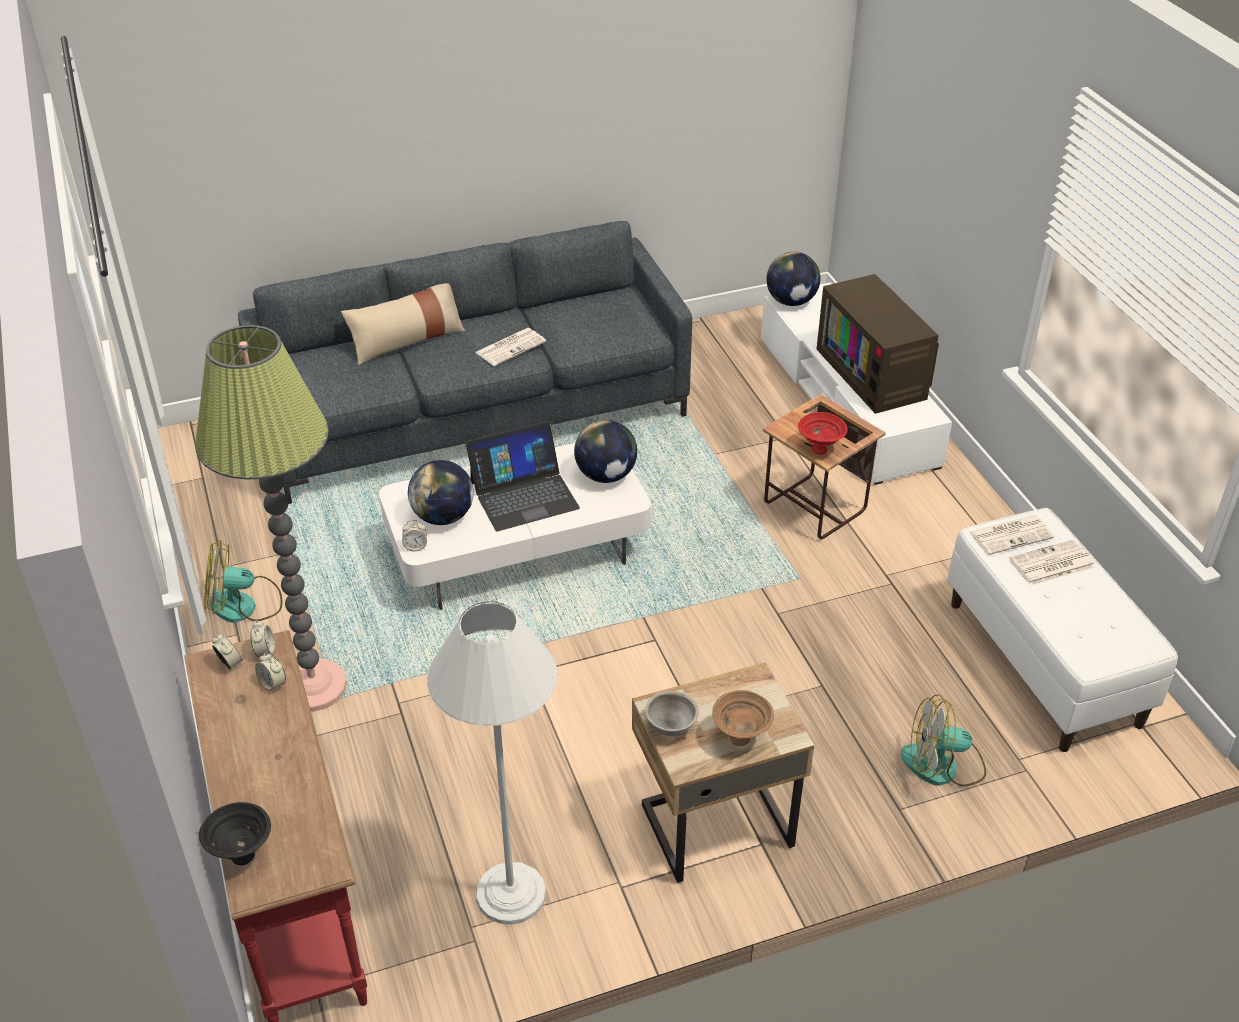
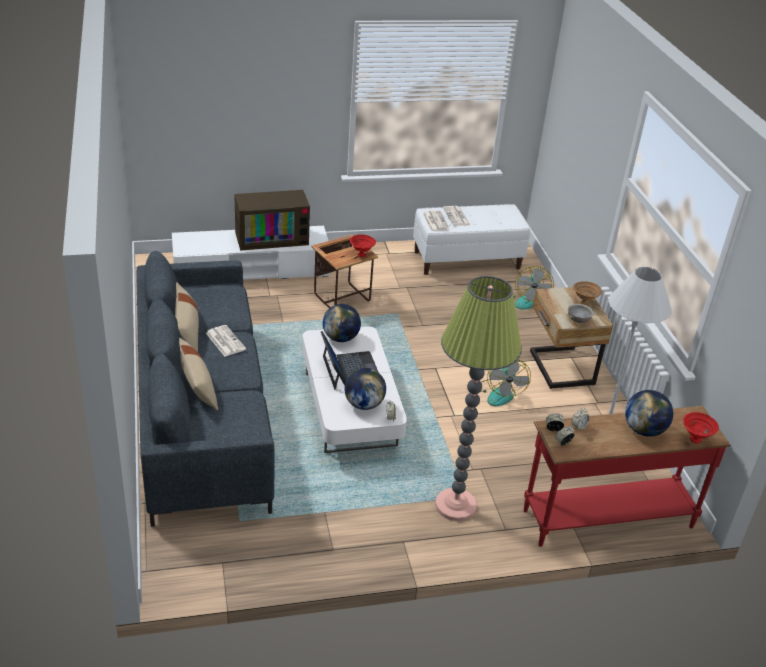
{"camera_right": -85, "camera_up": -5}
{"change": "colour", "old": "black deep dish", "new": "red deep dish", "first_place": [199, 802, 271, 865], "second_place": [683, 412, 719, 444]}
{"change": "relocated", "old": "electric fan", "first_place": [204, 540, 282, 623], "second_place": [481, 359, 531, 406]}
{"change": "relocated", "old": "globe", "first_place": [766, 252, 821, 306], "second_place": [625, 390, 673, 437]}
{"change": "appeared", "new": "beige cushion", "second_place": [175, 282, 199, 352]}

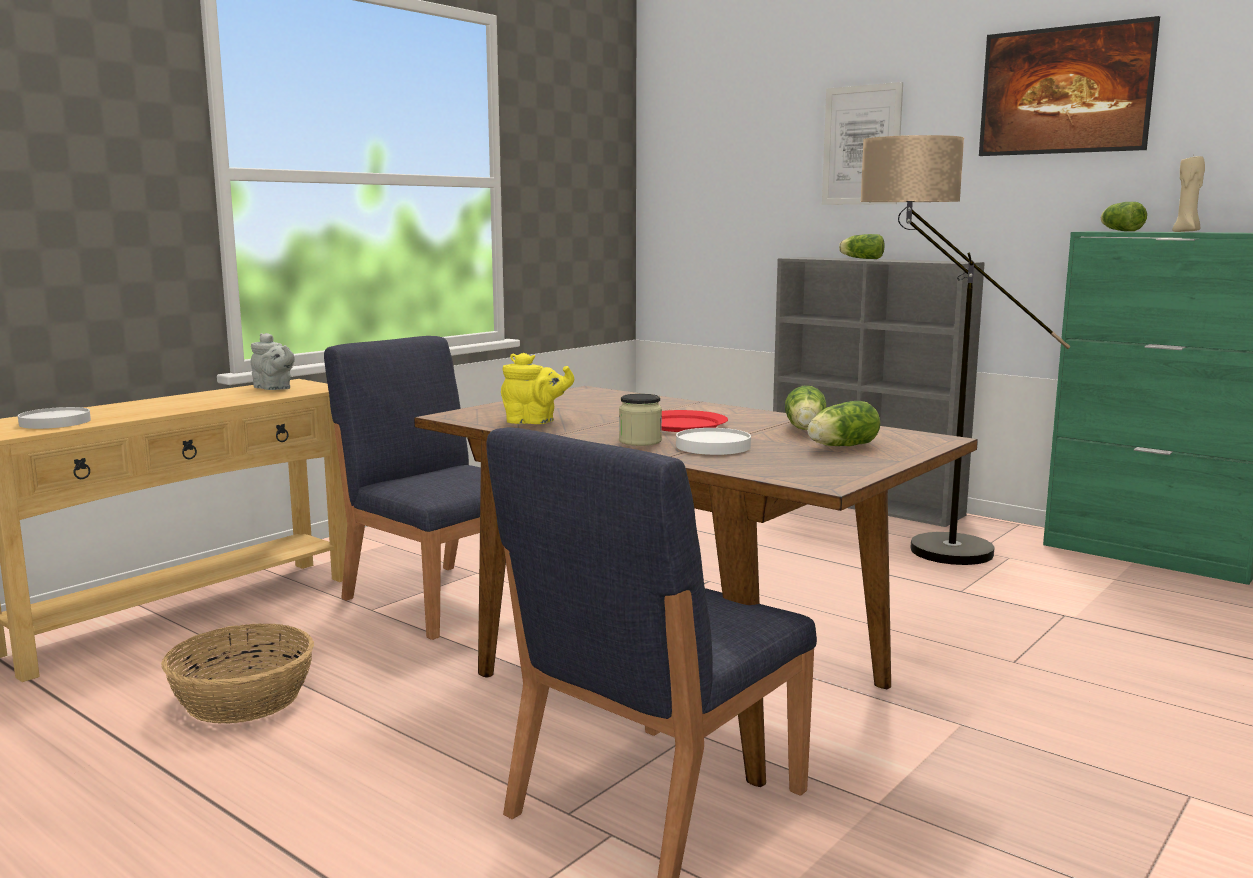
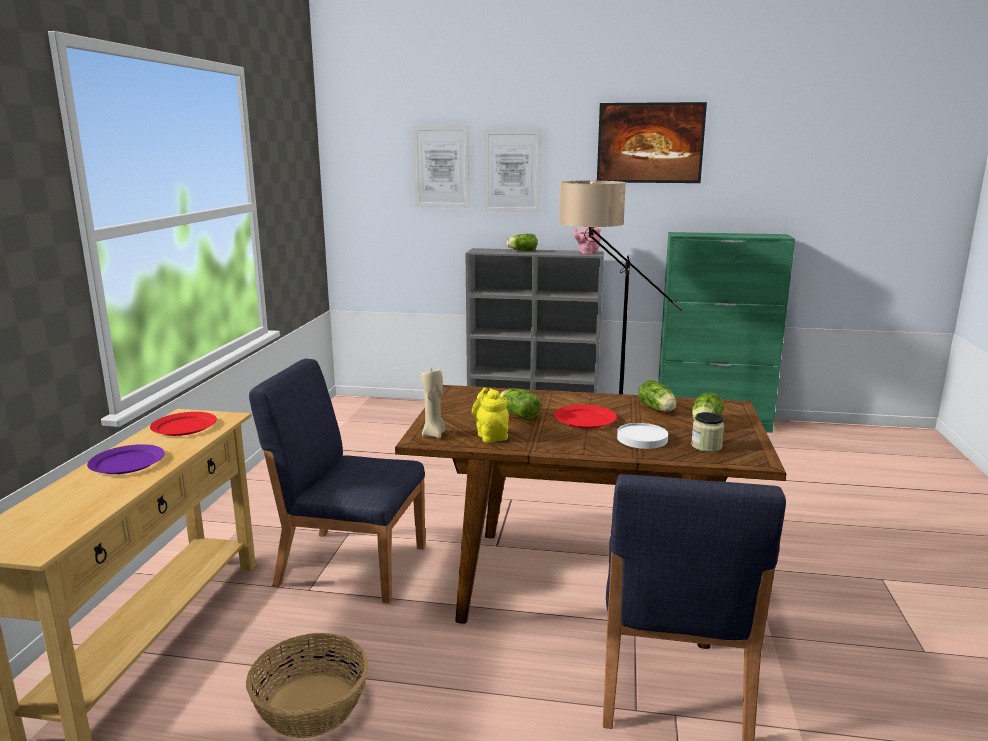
{"camera_right": -30, "camera_up": 5}
{"change": "missing", "old": "white-coloured flat dish", "first_place": [18, 407, 91, 429]}
{"change": "exchanged", "old": "greyish tea pot", "new": "red flat dish", "first_place": [251, 333, 295, 390], "second_place": [150, 412, 217, 436]}
{"change": "spun", "old": "yellow-coloured tea pot", "first_place": [501, 353, 574, 424], "second_place": [472, 387, 509, 442], "degrees": -90}
{"change": "relocated", "old": "jar", "first_place": [619, 394, 662, 446], "second_place": [691, 412, 724, 452]}
{"change": "relocated", "old": "head of lettuce", "first_place": [1101, 202, 1147, 231], "second_place": [500, 388, 541, 420]}
{"change": "relocated", "old": "beige candle", "first_place": [1172, 156, 1205, 232], "second_place": [421, 369, 446, 438]}
{"change": "appeared", "new": "purple-coloured flat dish", "second_place": [87, 444, 165, 474]}
{"change": "appeared", "new": "picture", "second_place": [413, 126, 470, 208]}
{"change": "appeared", "new": "pink-coloured tea pot", "second_place": [573, 227, 601, 255]}

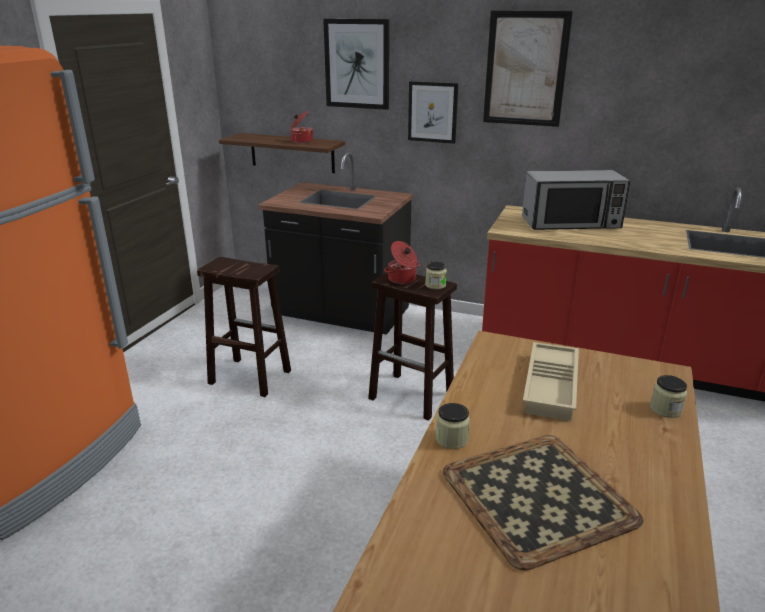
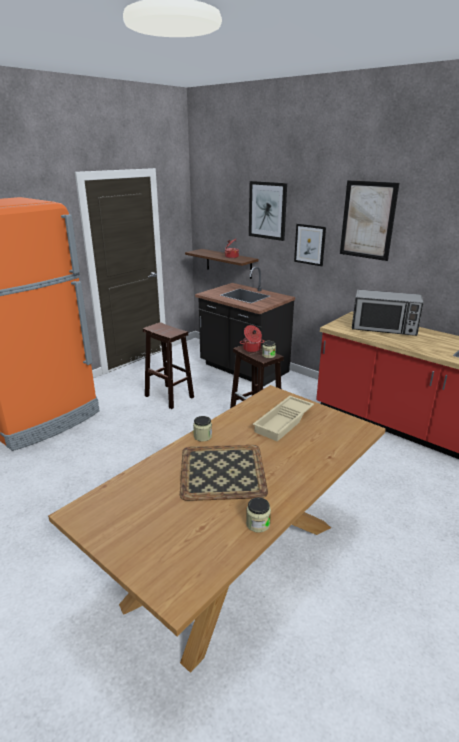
{"camera_right": 20, "camera_up": 0}
{"change": "relocated", "old": "jar", "first_place": [650, 375, 687, 418], "second_place": [246, 497, 271, 533]}

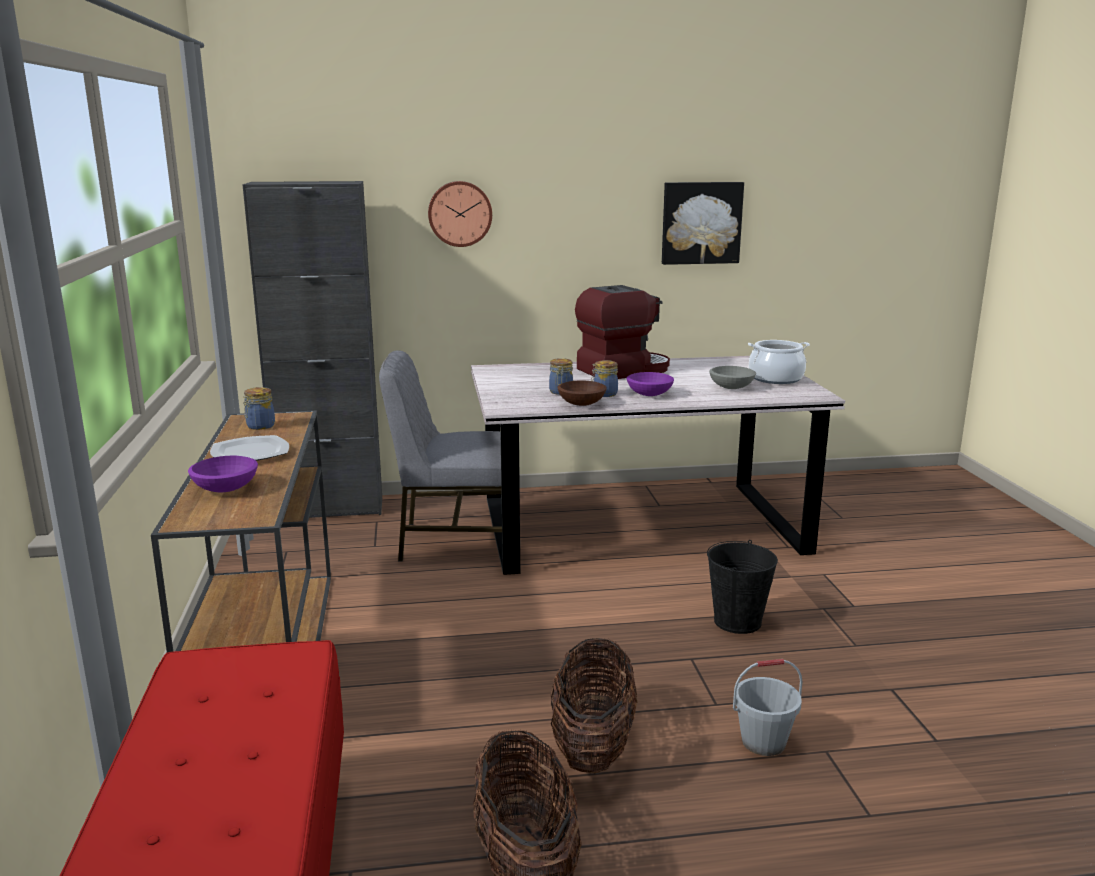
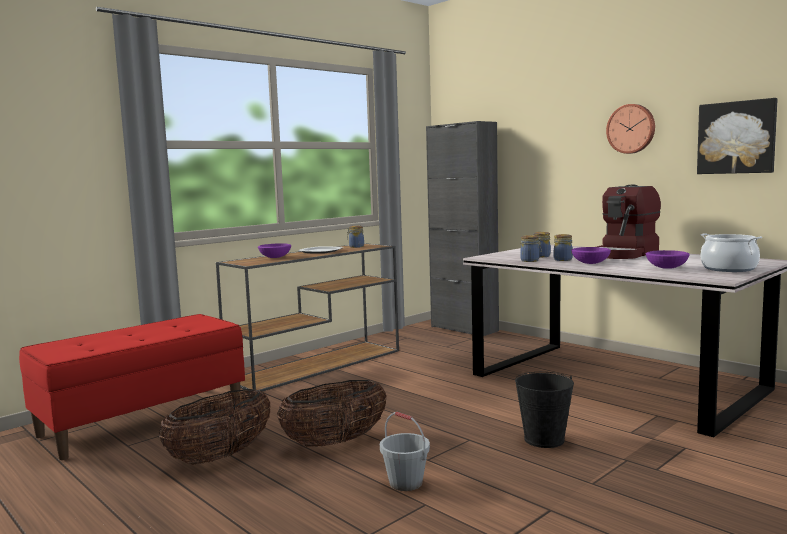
{"camera_right": 55, "camera_up": -10}
{"change": "missing", "old": "greyish chair", "first_place": [379, 350, 502, 562]}
{"change": "relocated", "old": "wall clock", "first_place": [428, 181, 492, 247], "second_place": [606, 104, 655, 154]}
{"change": "exchanged", "old": "brown deep dish", "new": "jar", "first_place": [558, 381, 607, 406], "second_place": [520, 235, 542, 262]}
{"change": "spun", "old": "coffee machine", "first_place": [575, 285, 670, 379], "second_place": [597, 185, 661, 259], "degrees": 105}
{"change": "colour", "old": "greyish deep dish", "new": "purple-coloured deep dish", "first_place": [709, 366, 756, 389], "second_place": [646, 250, 690, 269]}

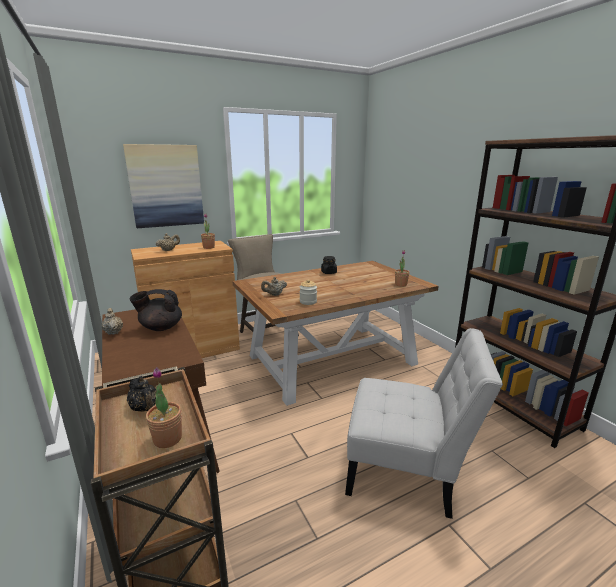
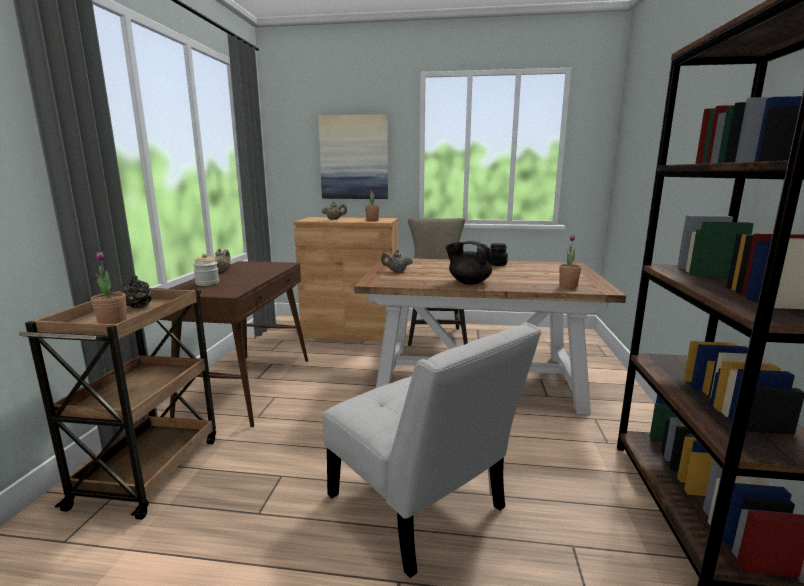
{"camera_right": 35, "camera_up": -5}
{"change": "relocated", "old": "black tea pot", "first_place": [130, 289, 182, 331], "second_place": [445, 241, 492, 285]}
{"change": "relocated", "old": "jar", "first_place": [300, 279, 317, 305], "second_place": [193, 254, 219, 286]}

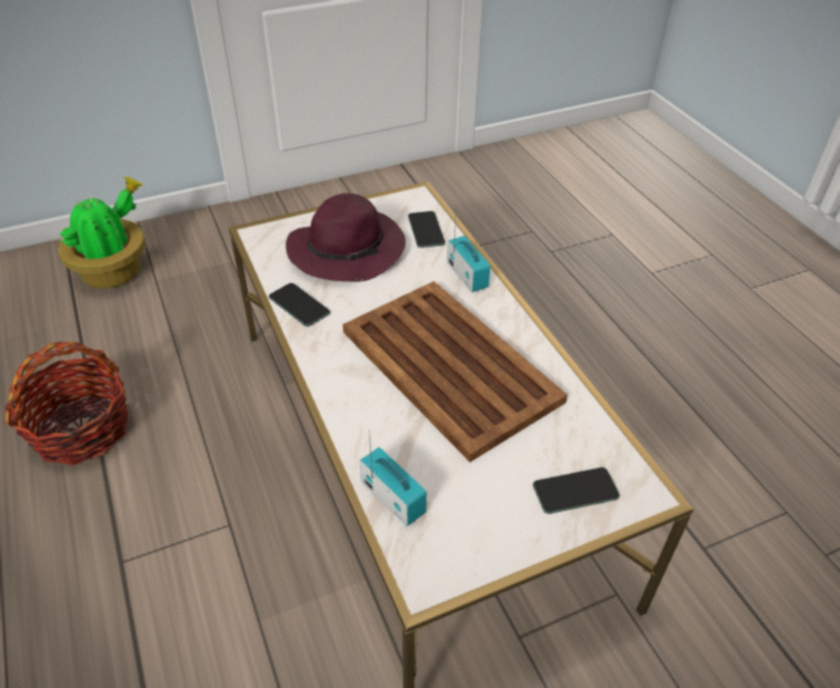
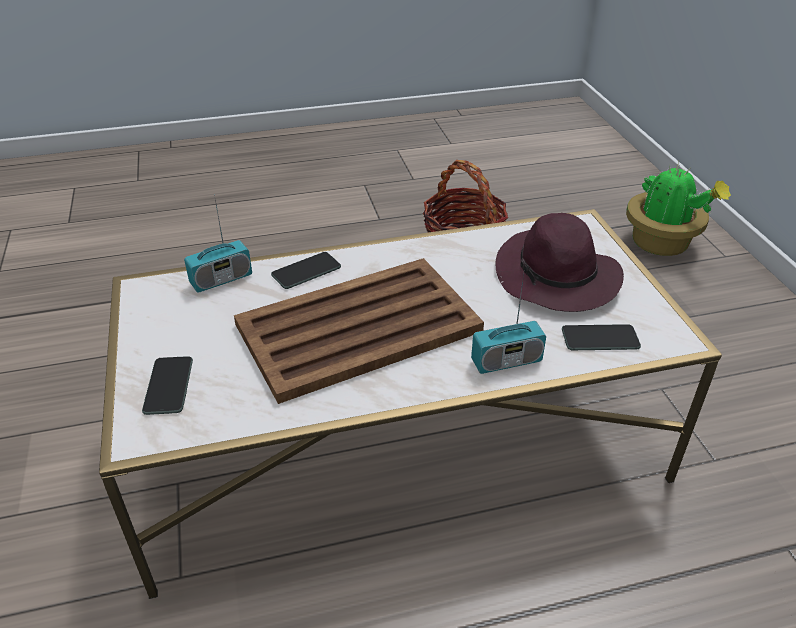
{"camera_right": 100, "camera_up": -5}
{"change": "relocated", "old": "phone", "first_place": [269, 283, 330, 327], "second_place": [271, 252, 341, 289]}

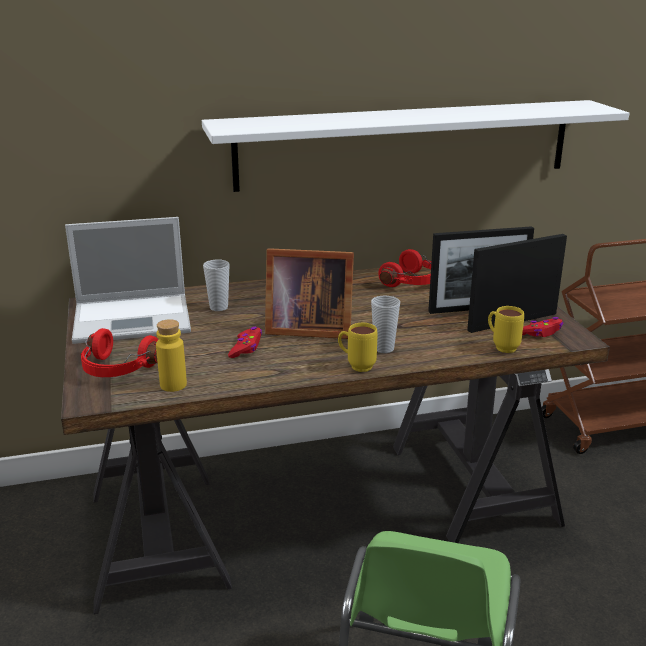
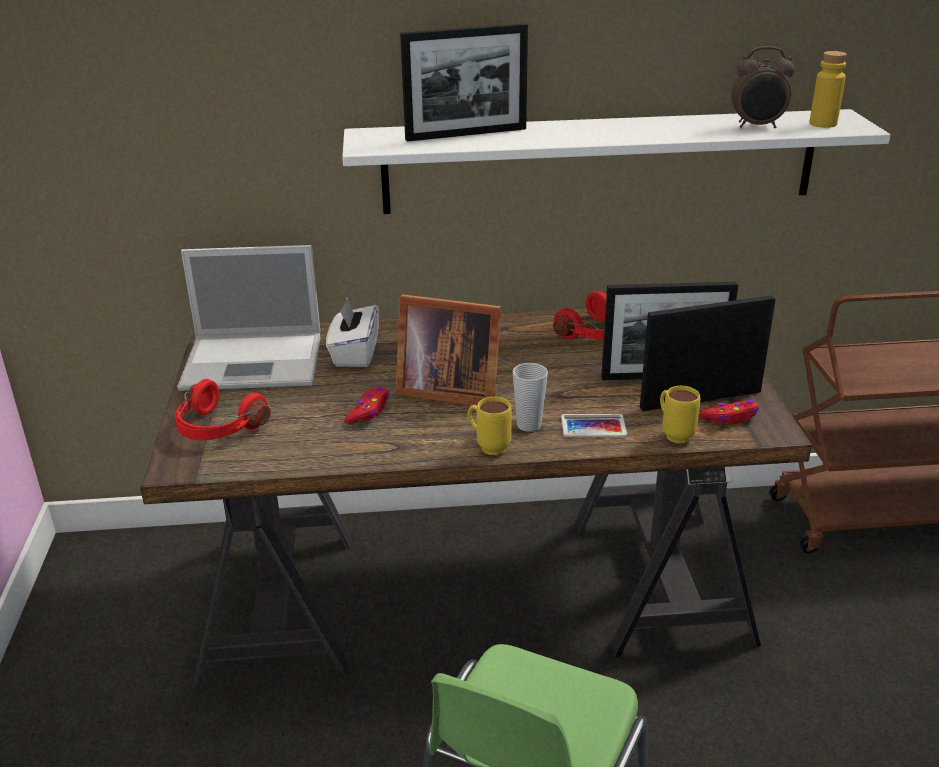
{"camera_right": 10, "camera_up": 5}
{"change": "relocated", "old": "yellow-coloured drink bottle", "first_place": [156, 319, 187, 392], "second_place": [809, 51, 847, 128]}
{"change": "exchanged", "old": "small cup", "new": "white-coloured box of tissues", "first_place": [203, 259, 230, 311], "second_place": [326, 298, 379, 367]}
{"change": "appeared", "new": "photo frame", "second_place": [400, 23, 528, 142]}
{"change": "appeared", "new": "phone", "second_place": [561, 414, 627, 437]}
{"change": "appeared", "new": "alarm clock", "second_place": [731, 46, 795, 128]}

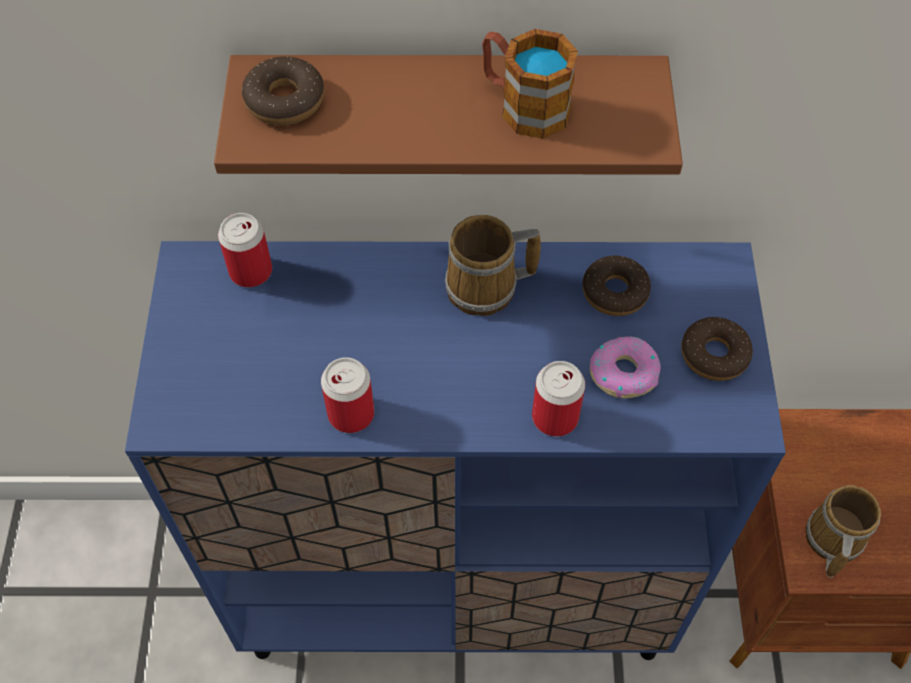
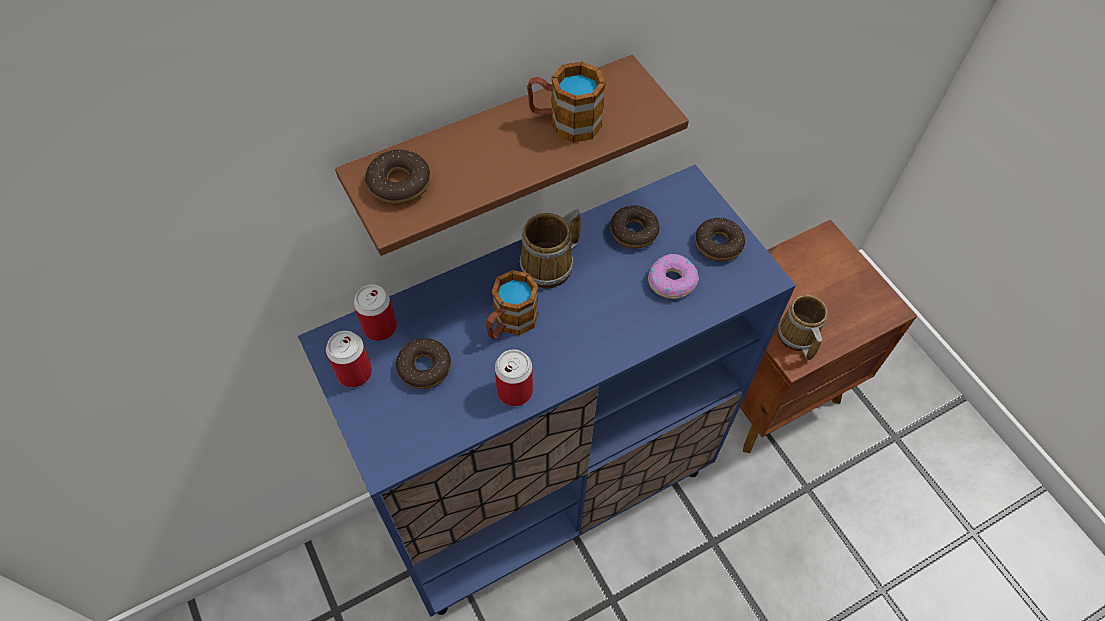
{"camera_right": -30, "camera_up": 0}
{"change": "relocated", "old": "can", "first_place": [532, 361, 585, 436], "second_place": [326, 331, 372, 387]}
{"change": "appeared", "new": "doughnut", "second_place": [396, 338, 451, 389]}
{"change": "appeared", "new": "mug", "second_place": [486, 270, 538, 339]}

